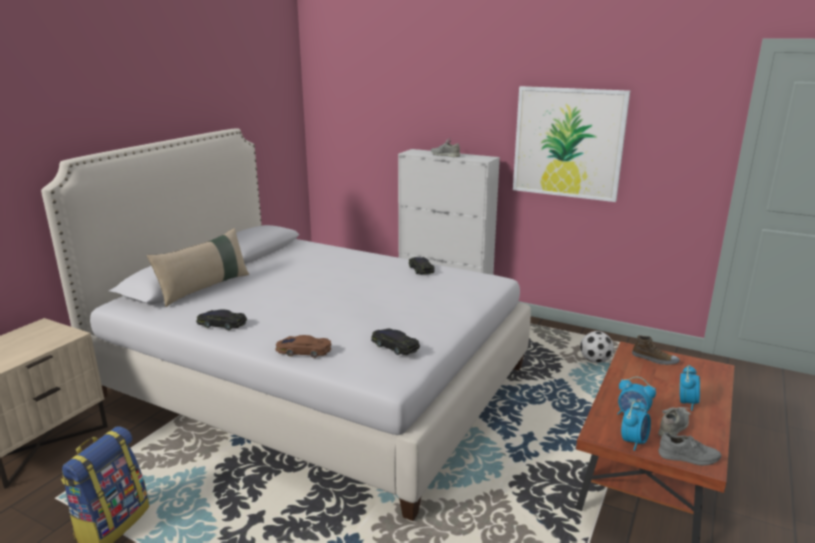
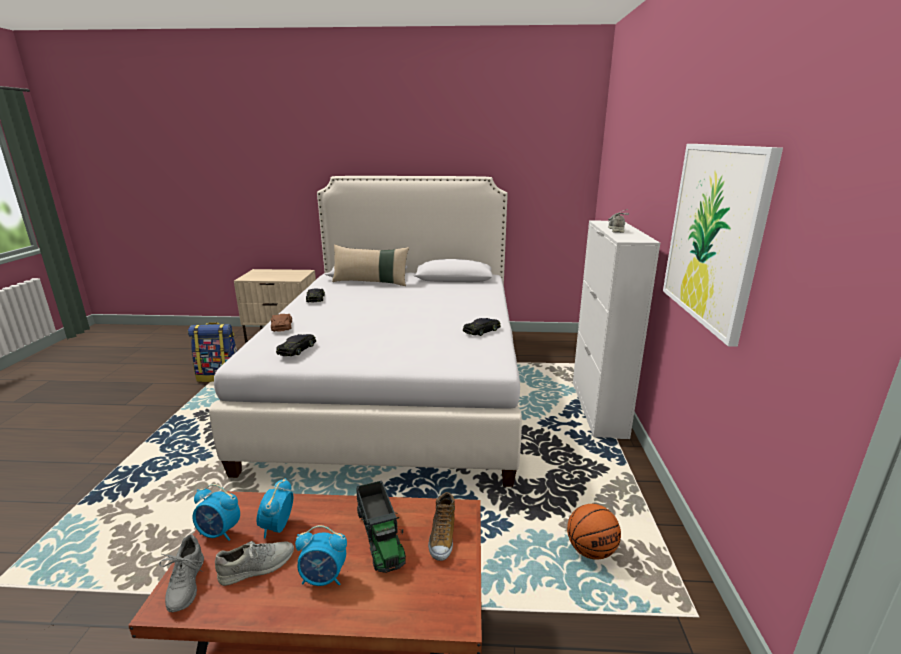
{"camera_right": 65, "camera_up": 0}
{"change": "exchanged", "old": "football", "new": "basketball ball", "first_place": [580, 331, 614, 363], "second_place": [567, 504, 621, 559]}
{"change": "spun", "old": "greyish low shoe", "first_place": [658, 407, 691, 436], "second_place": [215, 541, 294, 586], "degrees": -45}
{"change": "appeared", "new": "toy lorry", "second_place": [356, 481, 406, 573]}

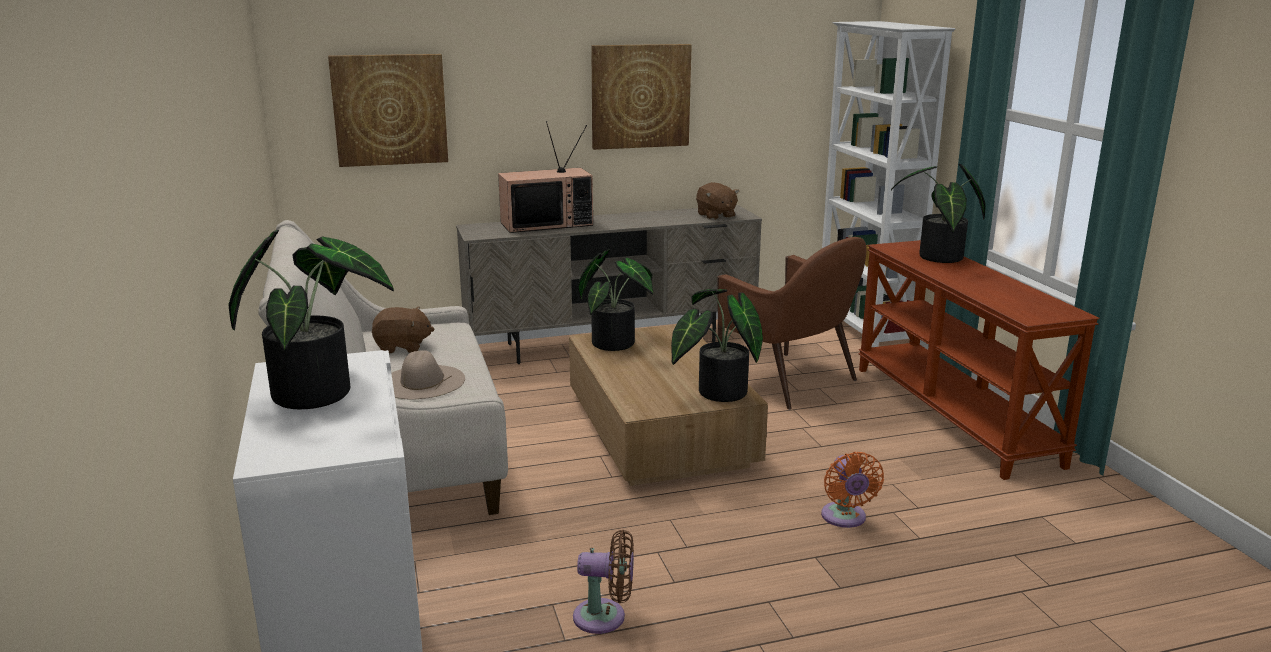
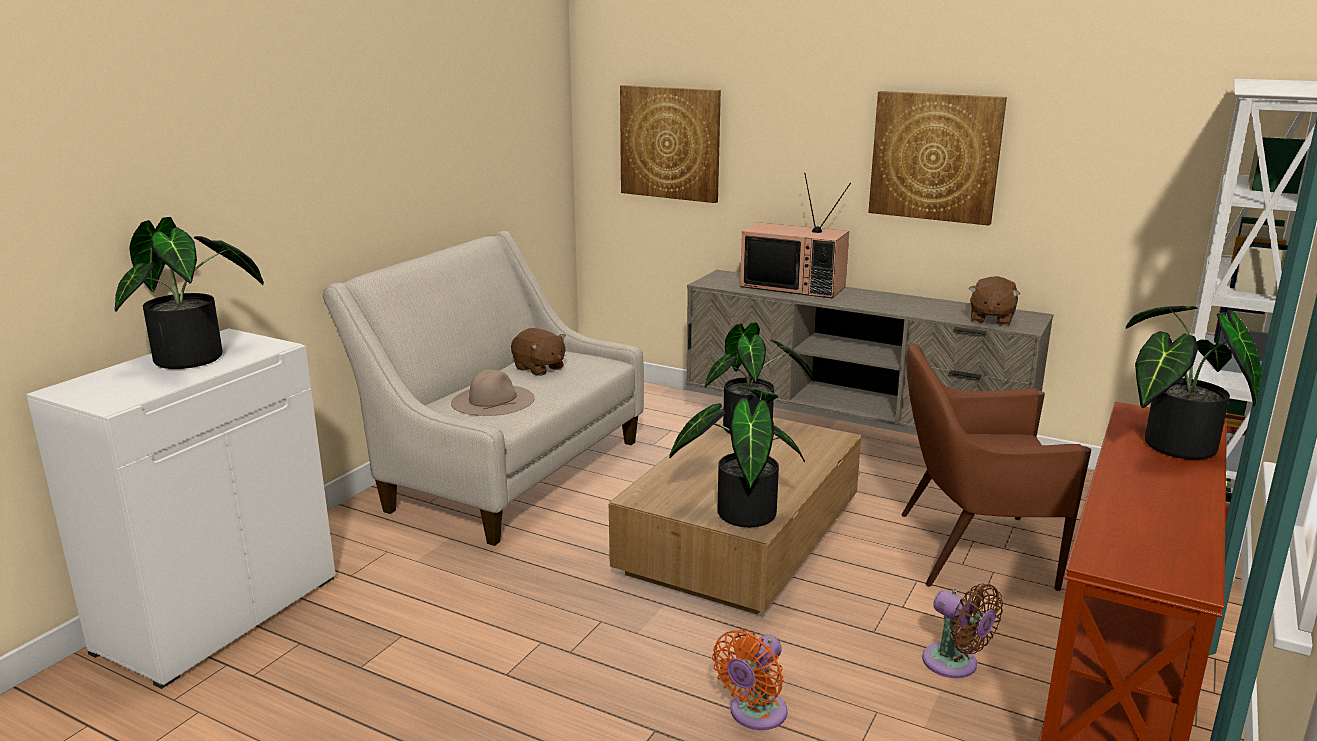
{"camera_right": 45, "camera_up": 0}
{"change": "relocated", "old": "brown electric fan", "first_place": [573, 530, 634, 634], "second_place": [922, 583, 1003, 678]}
{"change": "spun", "old": "brown easy chair", "first_place": [717, 237, 867, 410], "second_place": [901, 344, 1091, 591], "degrees": 90}

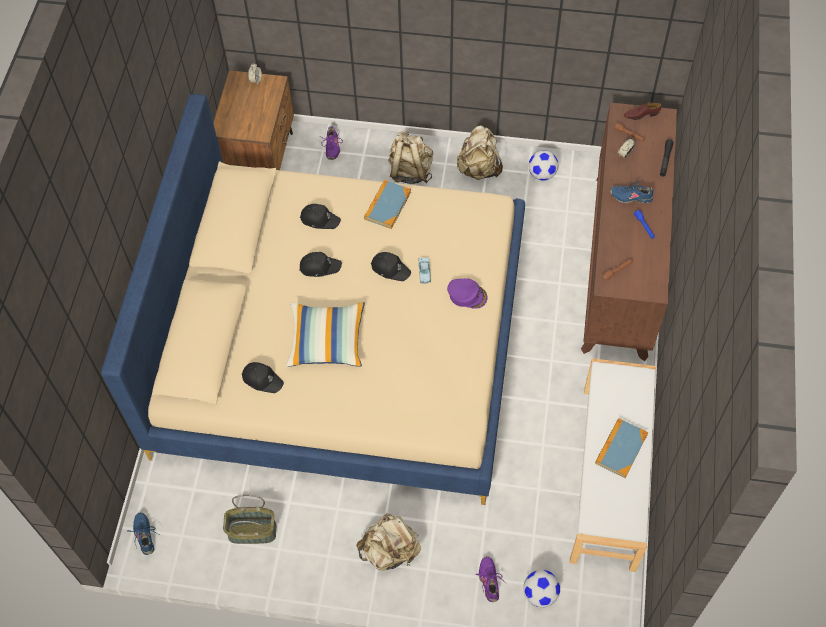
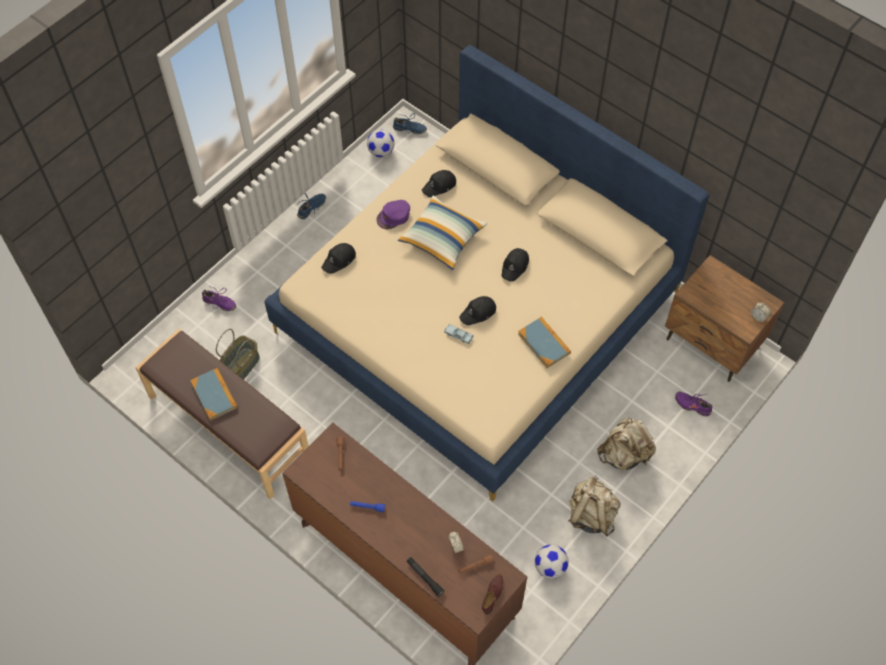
{"camera_right": 120, "camera_up": 0}
{"change": "relocated", "old": "basket", "first_place": [223, 495, 276, 544], "second_place": [216, 329, 260, 380]}
{"change": "relocated", "old": "black cap", "first_place": [300, 204, 341, 229], "second_place": [322, 243, 356, 274]}
{"change": "missing", "old": "beige backpack", "first_place": [356, 513, 421, 570]}
{"change": "relocated", "old": "purple-coloured cap", "first_place": [447, 278, 488, 309], "second_place": [376, 200, 410, 229]}
{"change": "relocated", "old": "football", "first_place": [523, 570, 560, 607], "second_place": [367, 129, 395, 157]}
{"change": "colour", "old": "white-coloured long seat", "new": "brown long seat", "first_place": [570, 358, 656, 572], "second_place": [136, 329, 309, 499]}
{"change": "relocated", "old": "blue low shoe", "first_place": [610, 180, 653, 203], "second_place": [296, 193, 326, 219]}

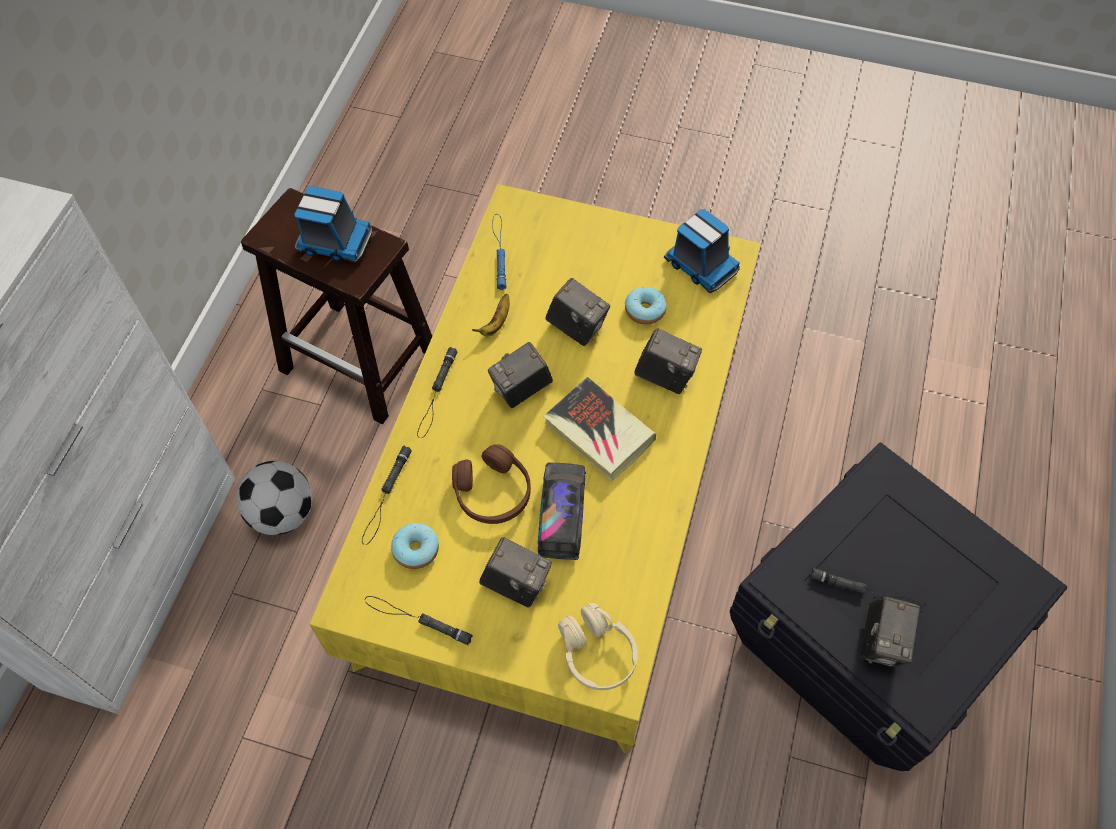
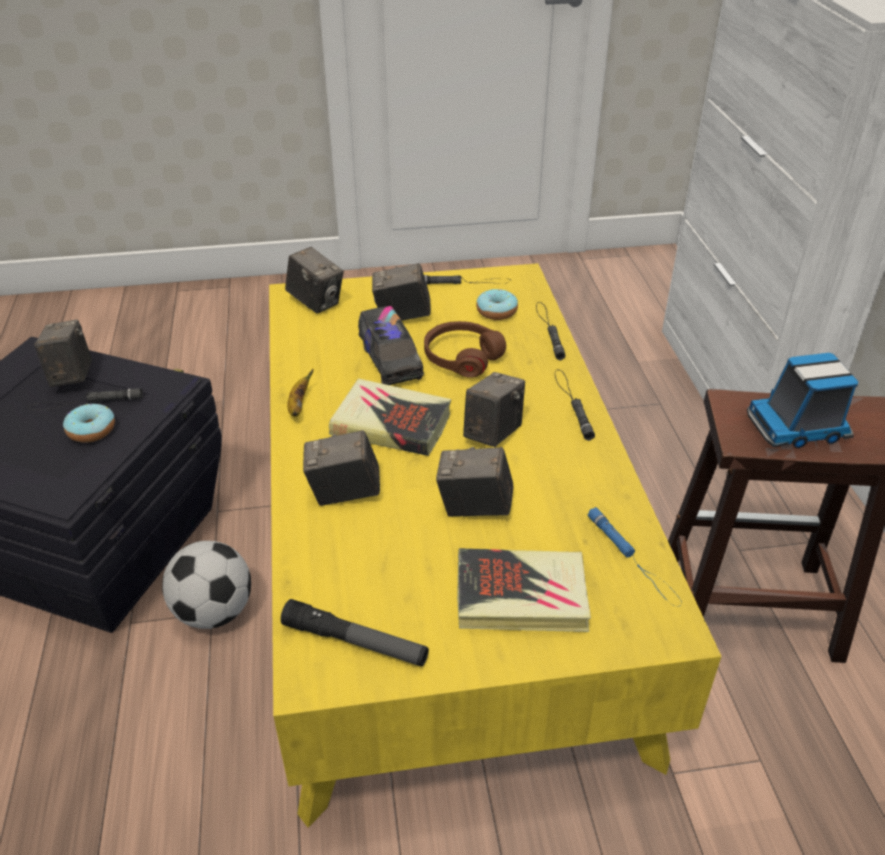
{"camera_right": 155, "camera_up": -20}
{"change": "relocated", "old": "football", "first_place": [237, 461, 313, 535], "second_place": [162, 541, 251, 629]}
{"change": "relocated", "old": "banana fruit", "first_place": [472, 294, 510, 336], "second_place": [287, 369, 313, 417]}
{"change": "exchanged", "old": "beige headphones", "new": "still camera", "first_place": [558, 603, 638, 690], "second_place": [285, 247, 344, 314]}
{"change": "relocated", "old": "doughnut", "first_place": [625, 287, 667, 325], "second_place": [63, 404, 115, 443]}
{"change": "exchanged", "old": "toy lorry", "new": "hand torch", "first_place": [664, 209, 740, 293], "second_place": [281, 599, 429, 666]}
{"change": "appeared", "new": "bound book", "second_place": [457, 548, 591, 632]}

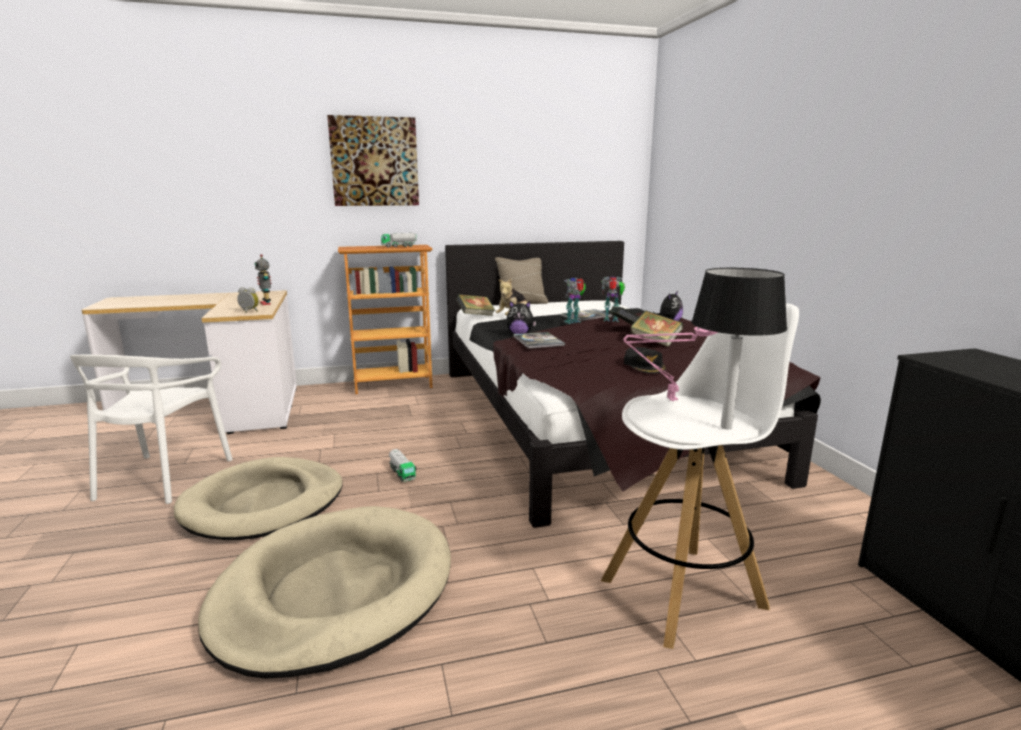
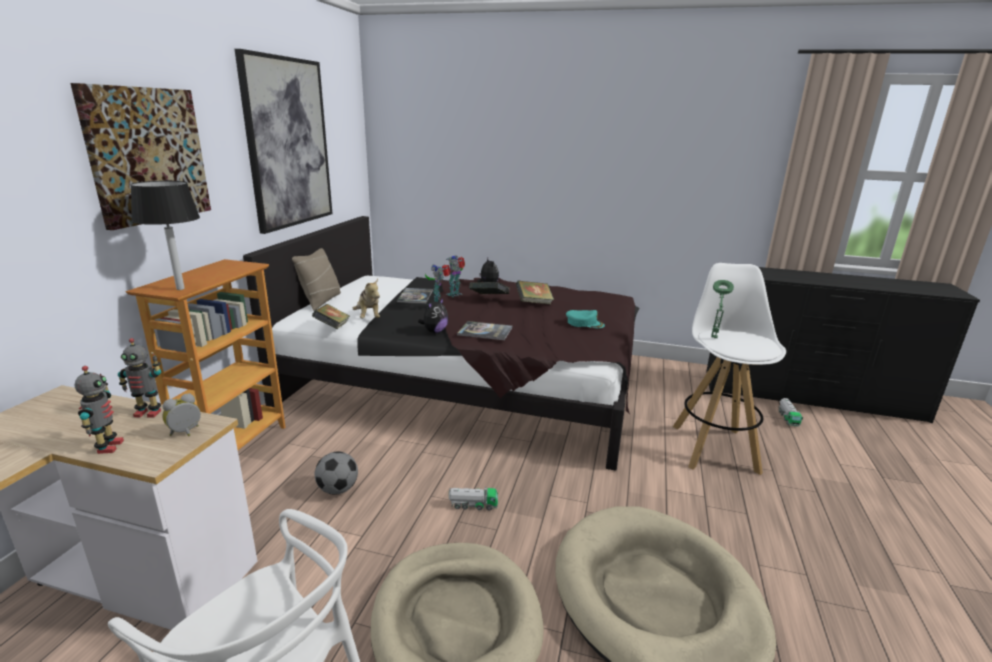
{"camera_right": -60, "camera_up": 5}
{"change": "relocated", "old": "toy lorry", "first_place": [381, 232, 417, 248], "second_place": [778, 398, 803, 427]}
{"change": "colour", "old": "pink-coloured table lamp", "new": "greenish table lamp", "first_place": [623, 327, 718, 401], "second_place": [711, 280, 734, 338]}
{"change": "colour", "old": "black cap", "new": "blue-green cap", "first_place": [624, 347, 666, 373], "second_place": [566, 310, 605, 328]}
{"change": "relocated", "old": "black table lamp", "first_place": [691, 268, 787, 429], "second_place": [130, 181, 200, 290]}
{"change": "appeared", "new": "robot figure", "second_place": [75, 366, 124, 454]}
{"change": "appeared", "new": "picture", "second_place": [235, 49, 333, 234]}
{"change": "appeared", "new": "football", "second_place": [315, 451, 358, 495]}

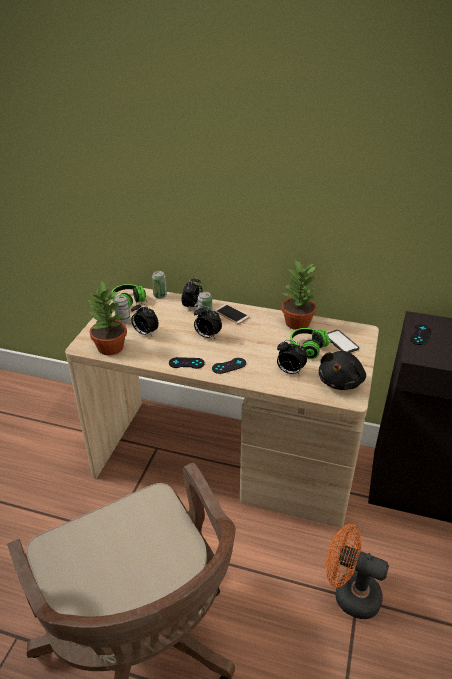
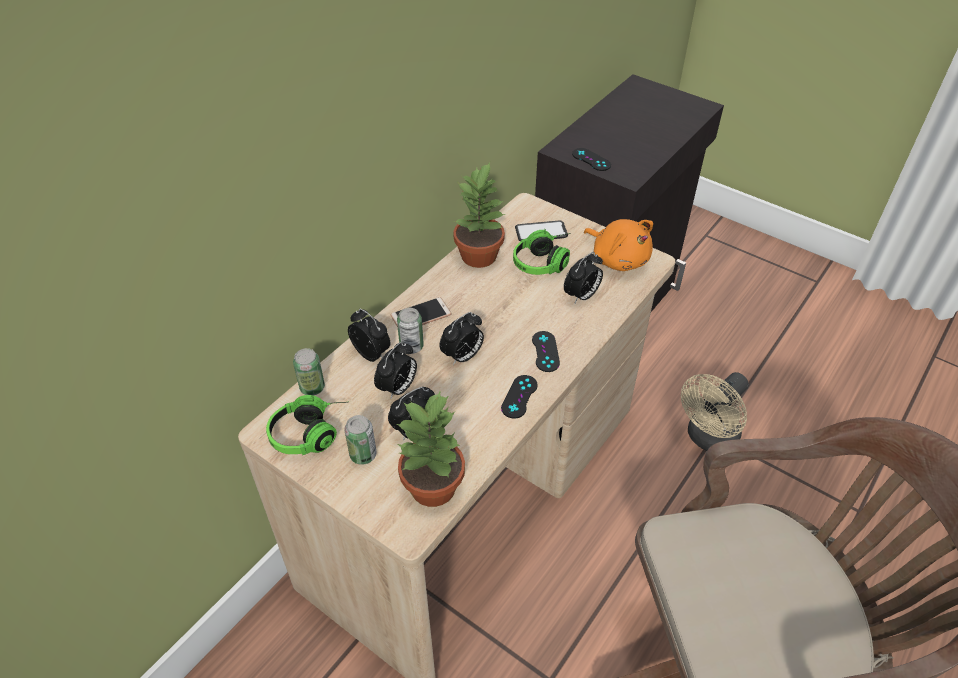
{"camera_right": -70, "camera_up": 10}
{"change": "colour", "old": "black soft toy", "new": "orange-coloured soft toy", "first_place": [318, 351, 366, 390], "second_place": [584, 219, 653, 271]}
{"change": "colour", "old": "orange-coloured electric fan", "new": "beige electric fan", "first_place": [326, 524, 389, 619], "second_place": [681, 372, 749, 451]}
{"change": "appeared", "new": "alarm clock", "second_place": [374, 342, 417, 399]}

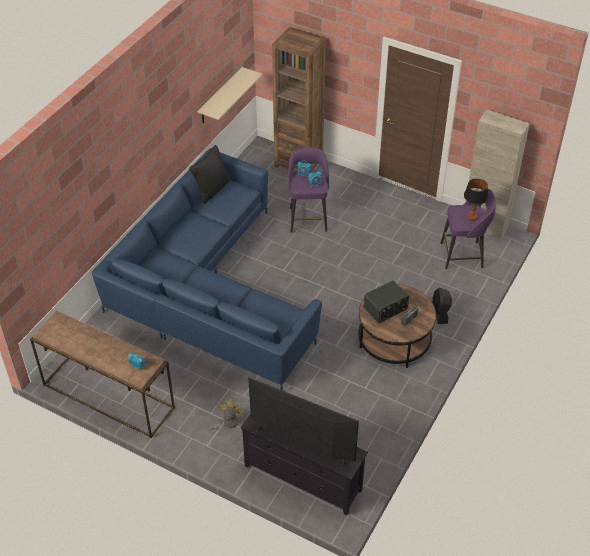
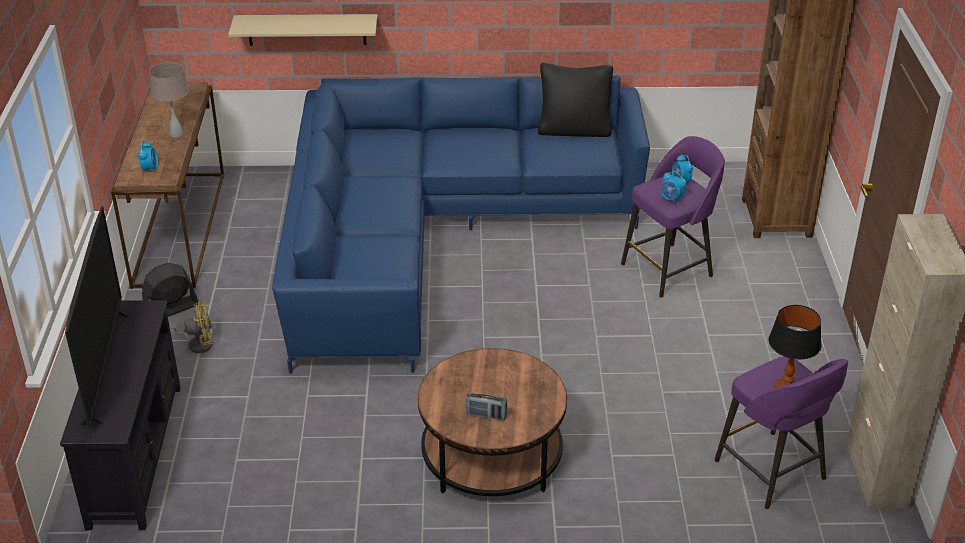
{"camera_right": 60, "camera_up": -10}
{"change": "relocated", "old": "beige bracket shelf", "first_place": [197, 67, 262, 123], "second_place": [228, 14, 378, 46]}
{"change": "missing", "old": "radio receiver", "first_place": [364, 280, 409, 323]}
{"change": "relocated", "old": "black electric fan", "first_place": [432, 288, 452, 324], "second_place": [142, 263, 199, 317]}
{"change": "appeared", "new": "beige table lamp", "second_place": [149, 62, 189, 137]}

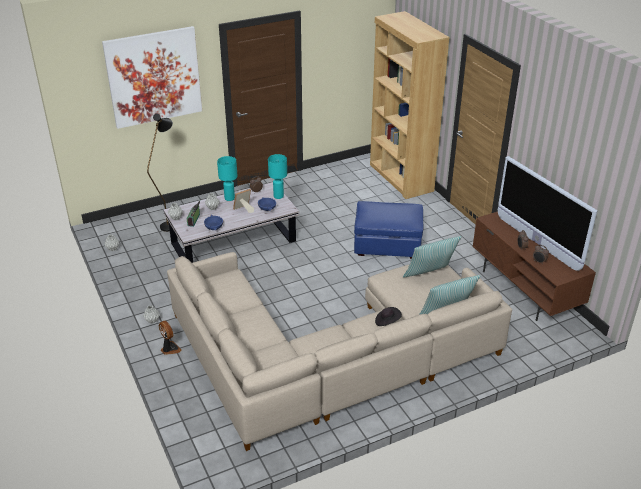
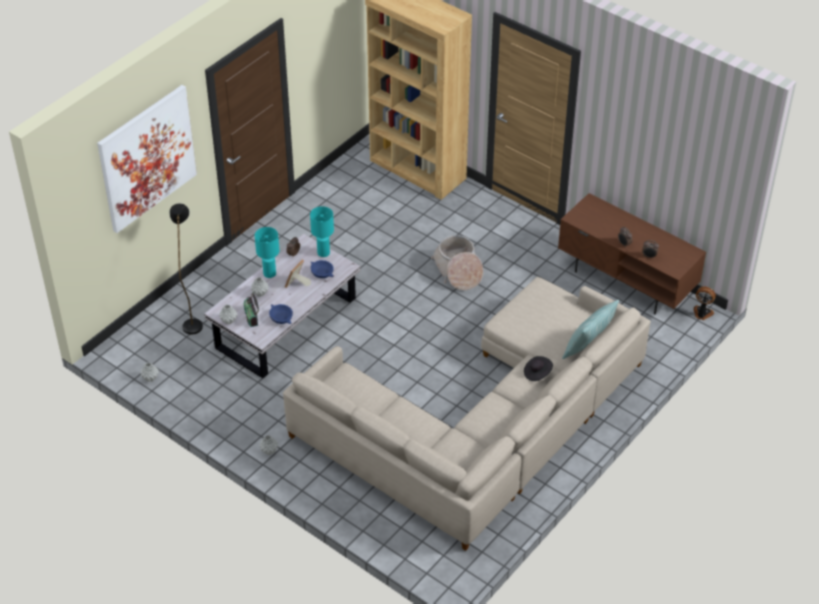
{"camera_right": -25, "camera_up": 10}
{"change": "relocated", "old": "electric fan", "first_place": [159, 321, 182, 355], "second_place": [694, 287, 716, 320]}
{"change": "exchanged", "old": "blue pouffe", "new": "basket", "first_place": [354, 201, 423, 259], "second_place": [431, 235, 483, 290]}
{"change": "missing", "old": "cushion", "first_place": [403, 236, 462, 278]}
{"change": "missing", "old": "TV set", "first_place": [498, 156, 598, 271]}

